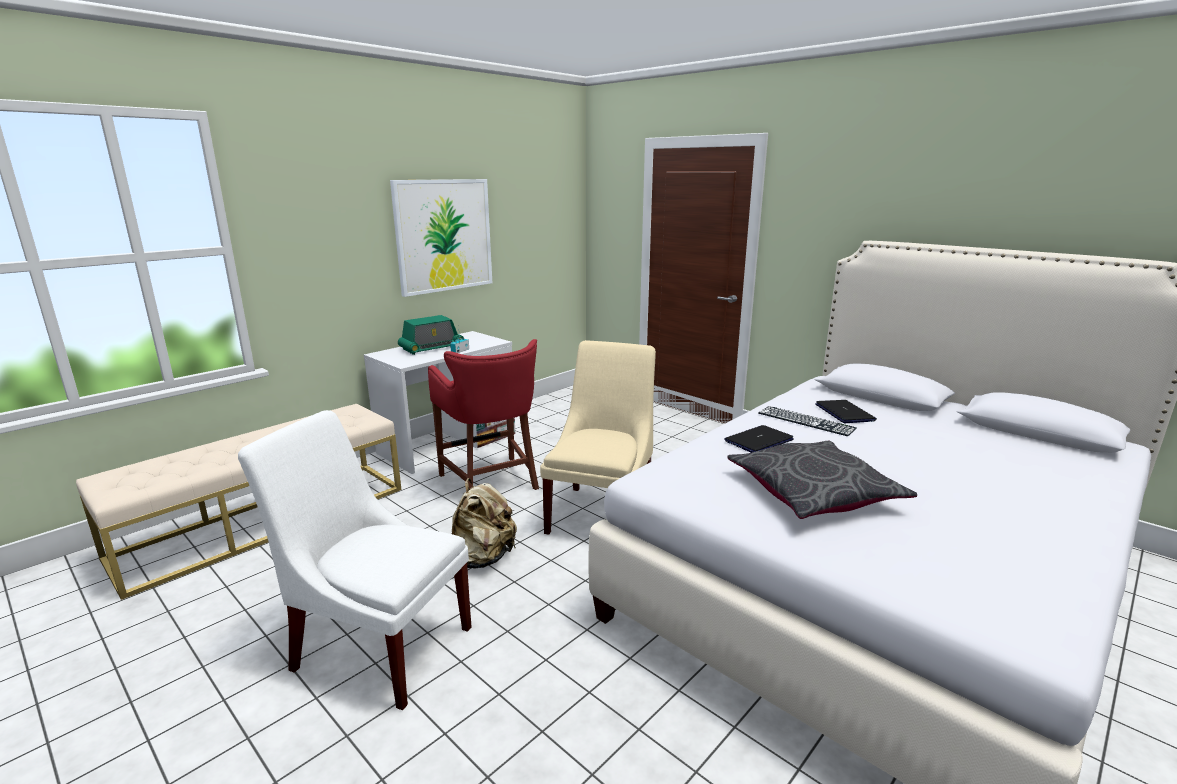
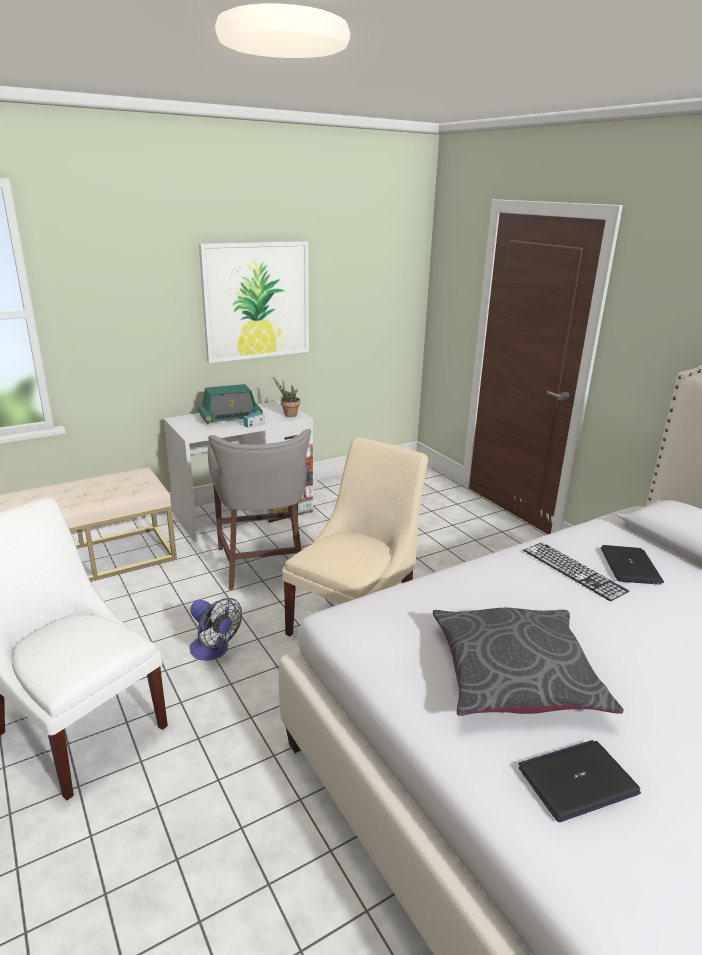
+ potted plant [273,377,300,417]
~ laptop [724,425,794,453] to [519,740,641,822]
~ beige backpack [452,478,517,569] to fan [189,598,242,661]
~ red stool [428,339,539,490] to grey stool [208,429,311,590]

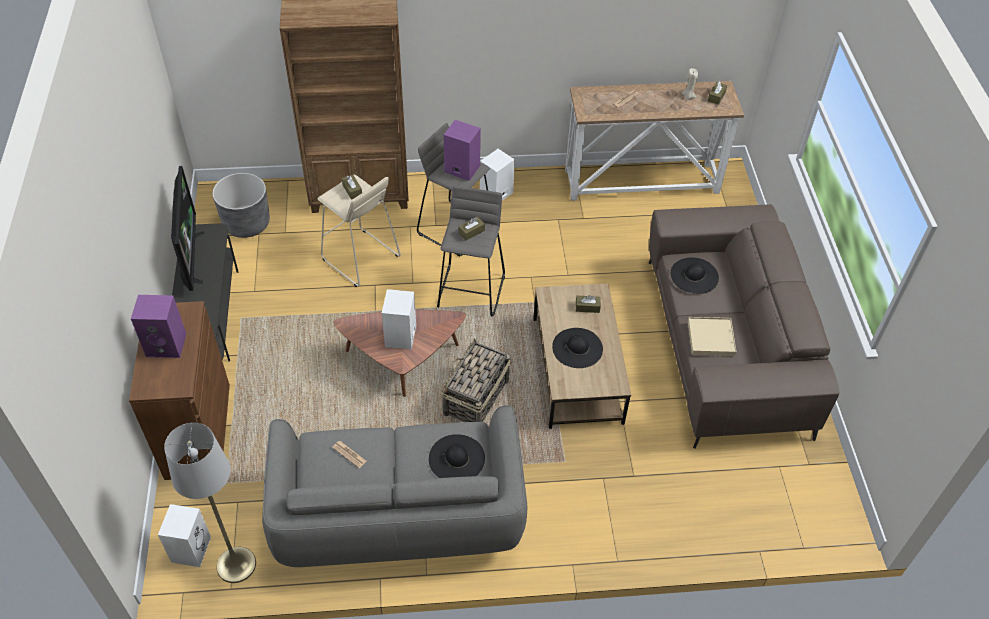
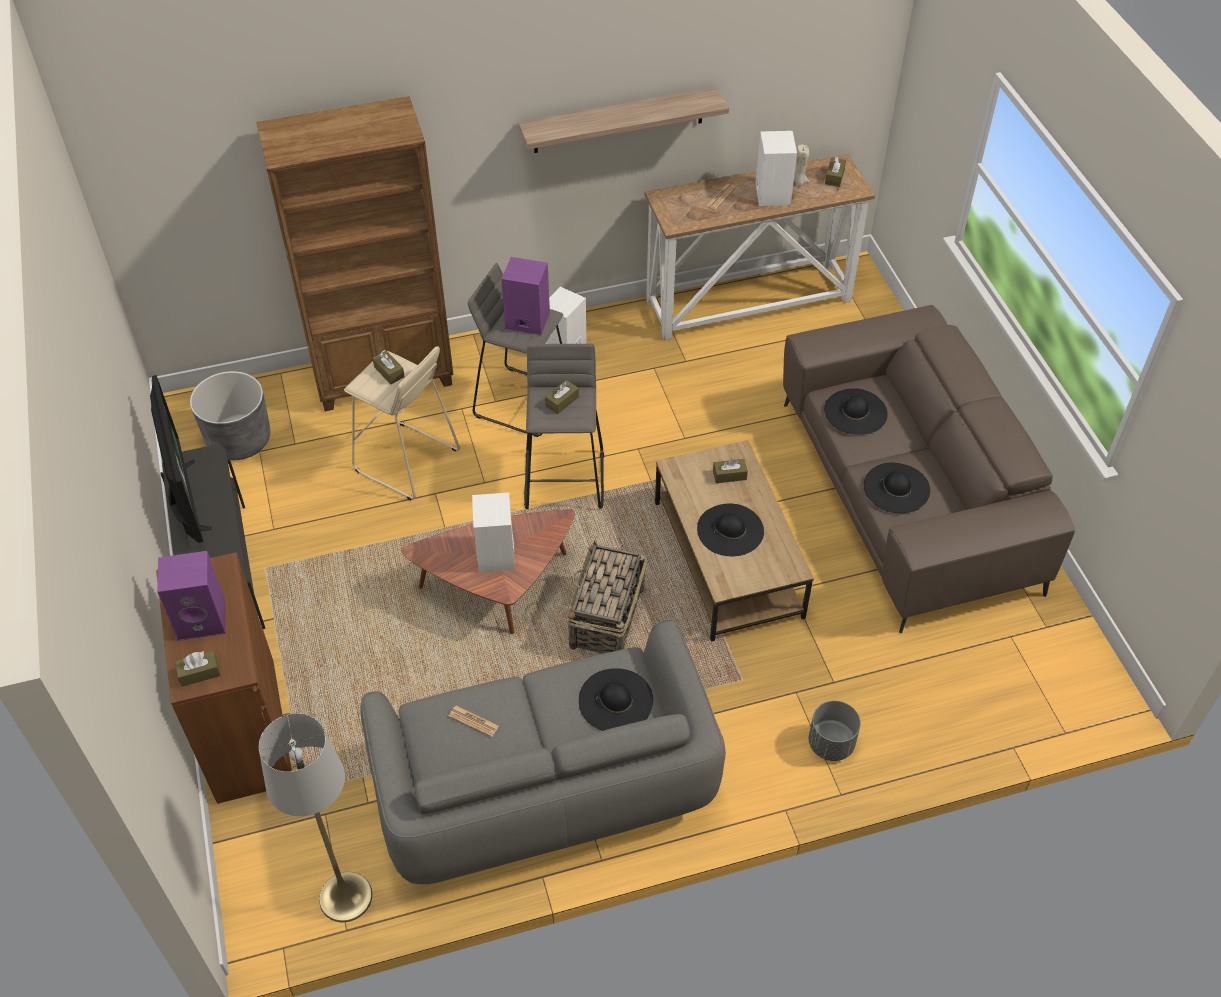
+ brown tissue box [175,651,221,687]
+ shelf [518,87,729,153]
+ grey planter [809,700,861,761]
~ white speaker [158,504,211,567] to [755,131,797,206]
~ beige tray [688,317,737,356] to black hat [864,463,930,513]

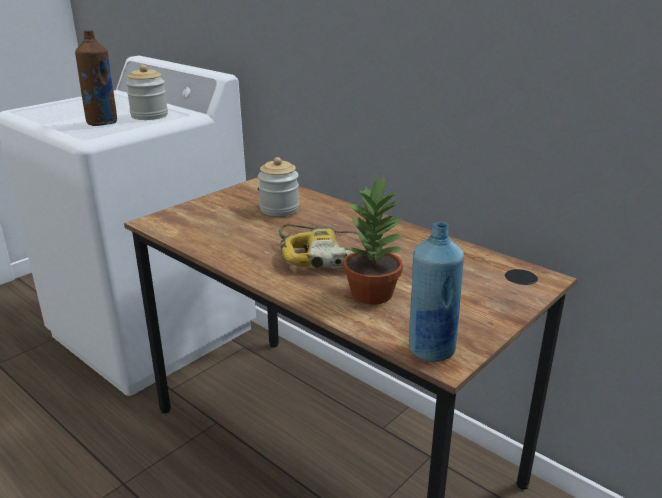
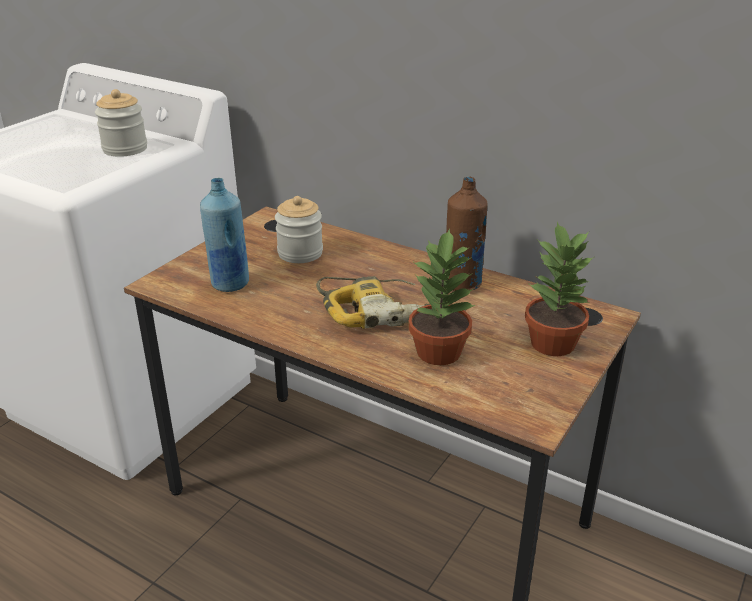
+ potted plant [525,222,594,356]
~ brown bottle [75,30,117,126] to [446,177,488,291]
~ blue bottle [409,222,464,362] to [200,178,249,292]

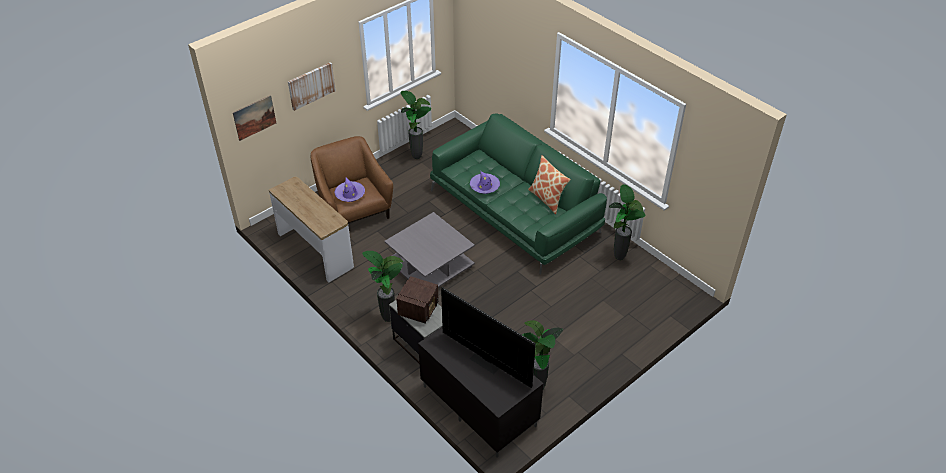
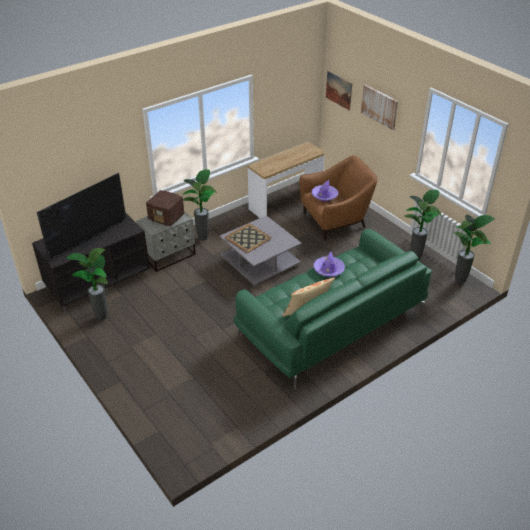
+ tray [225,224,271,253]
~ potted plant [609,184,645,260] to [454,215,494,284]

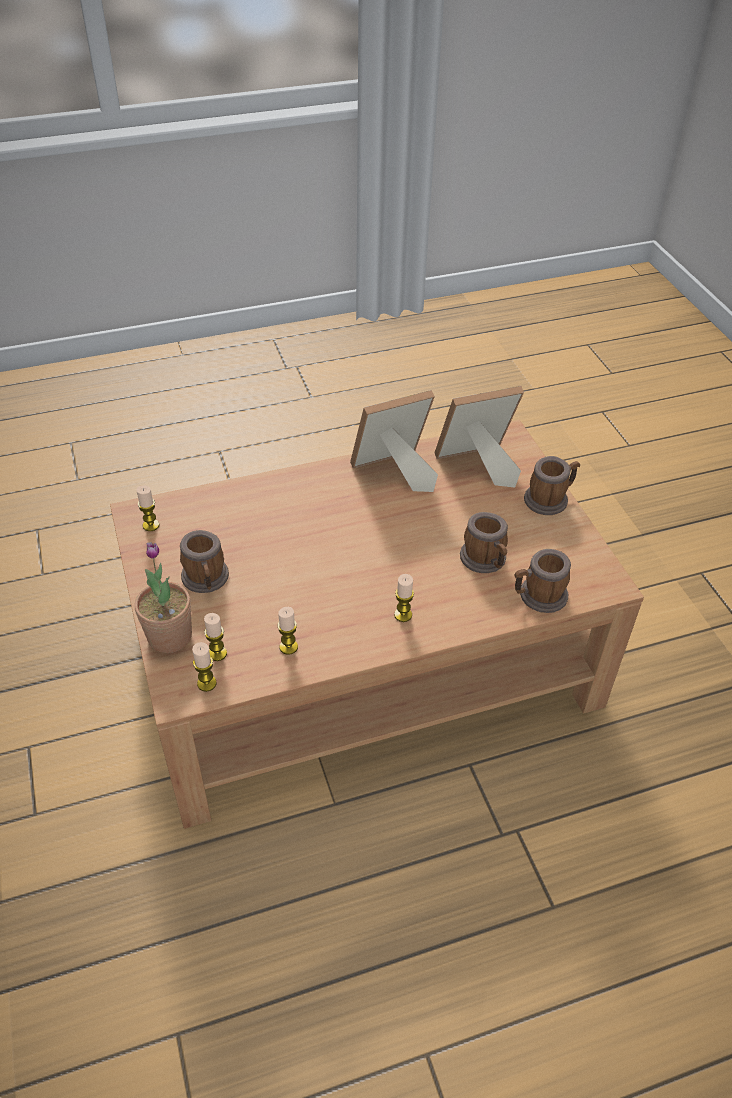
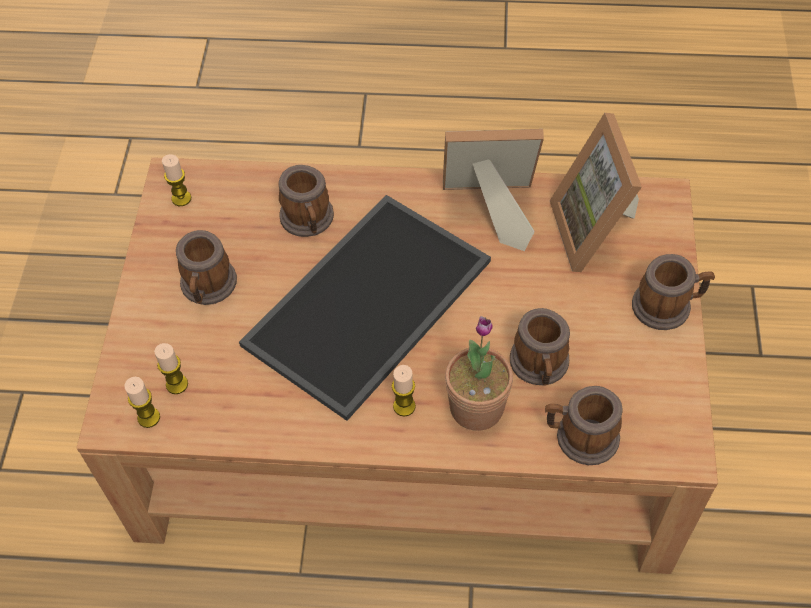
- candle [277,607,298,655]
+ tray [239,195,491,421]
+ mug [278,165,334,237]
~ potted plant [135,542,192,653] to [445,316,513,431]
~ picture frame [434,386,524,488] = [550,113,642,272] 105 degrees counterclockwise

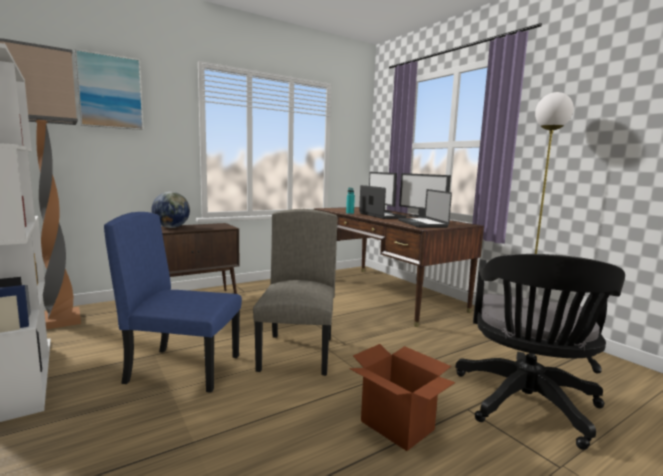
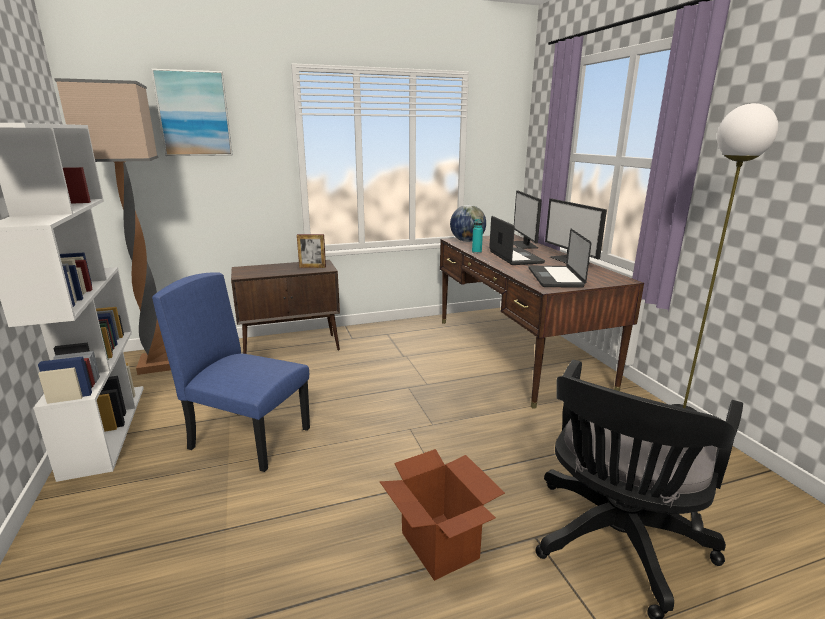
- beige chair [253,209,338,376]
+ picture frame [297,234,326,268]
~ globe [151,192,190,228] to [450,205,486,242]

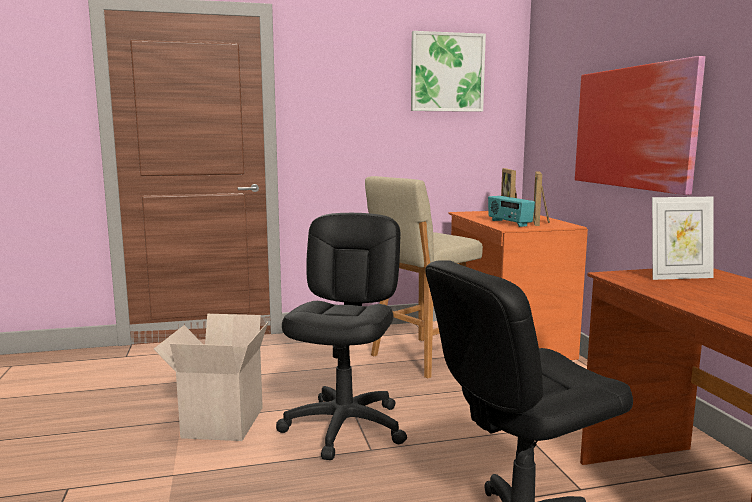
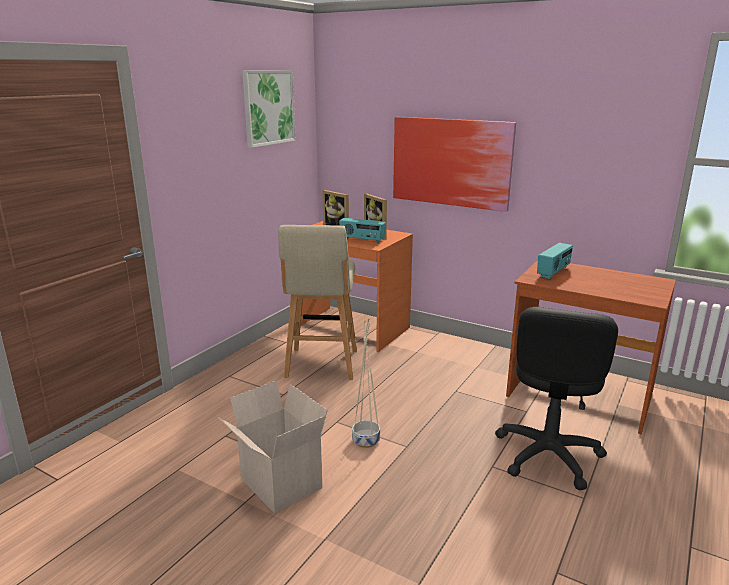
~ black office chair [276,213,407,460] to beige planter [352,318,380,448]
~ picture frame [652,197,714,280] to radio [537,243,573,279]

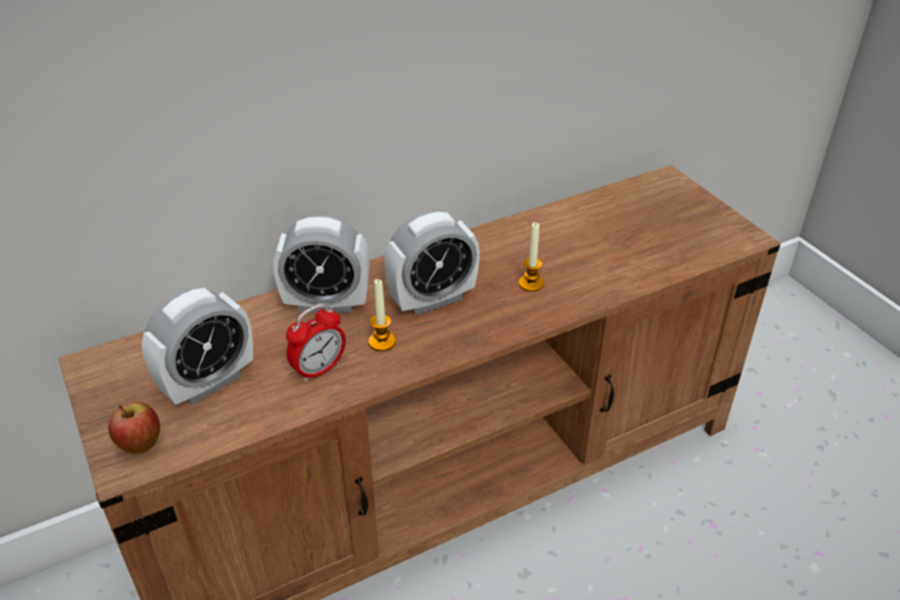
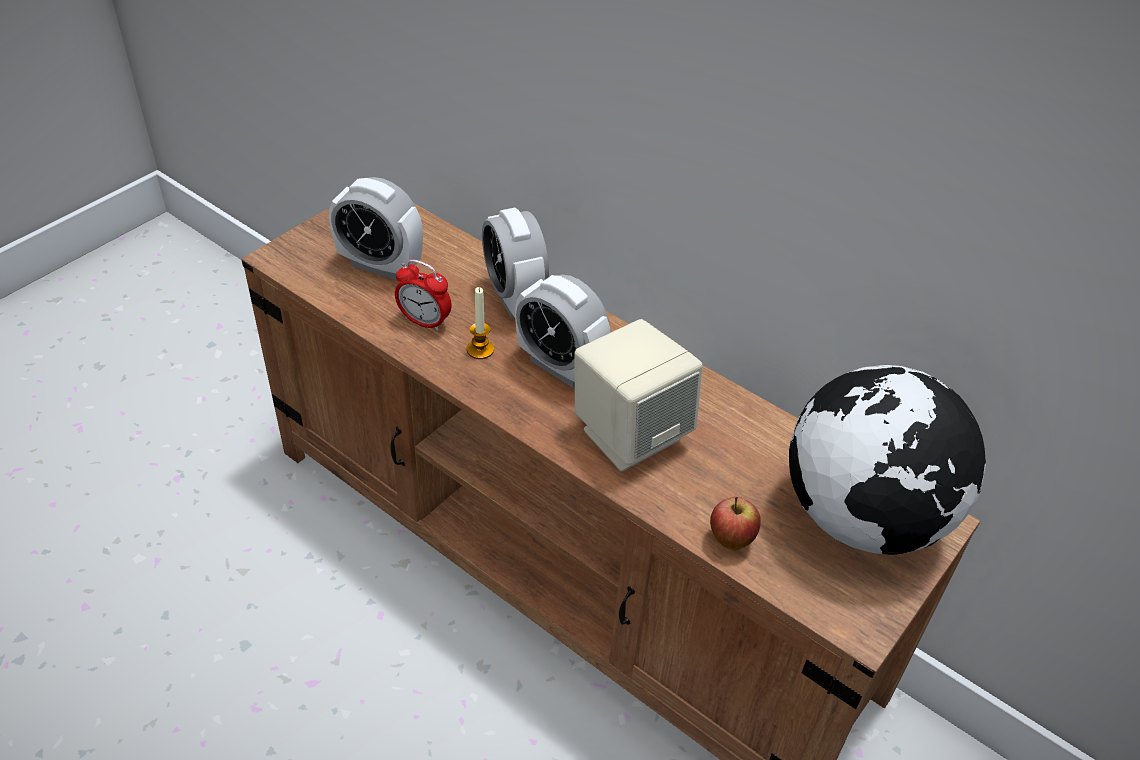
+ globe [789,365,986,555]
~ apple [108,402,160,454] to [710,497,761,550]
~ candle [519,222,544,292] to beige speaker [574,319,703,472]

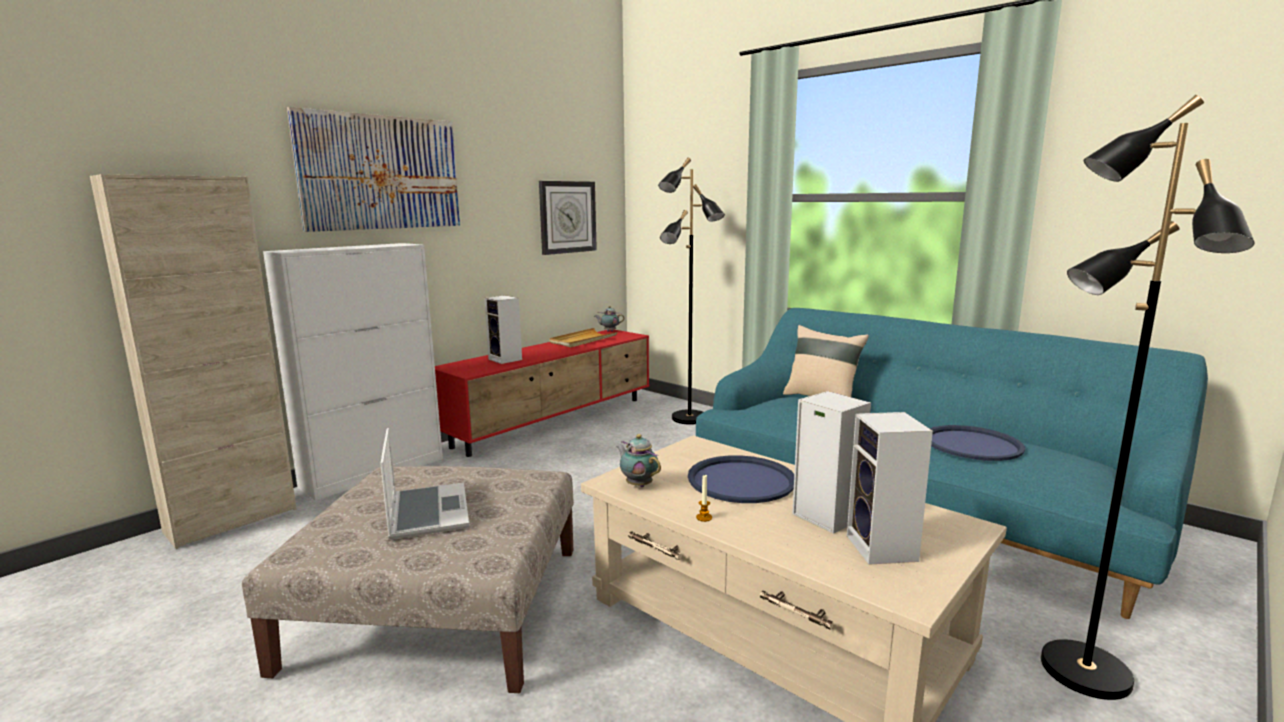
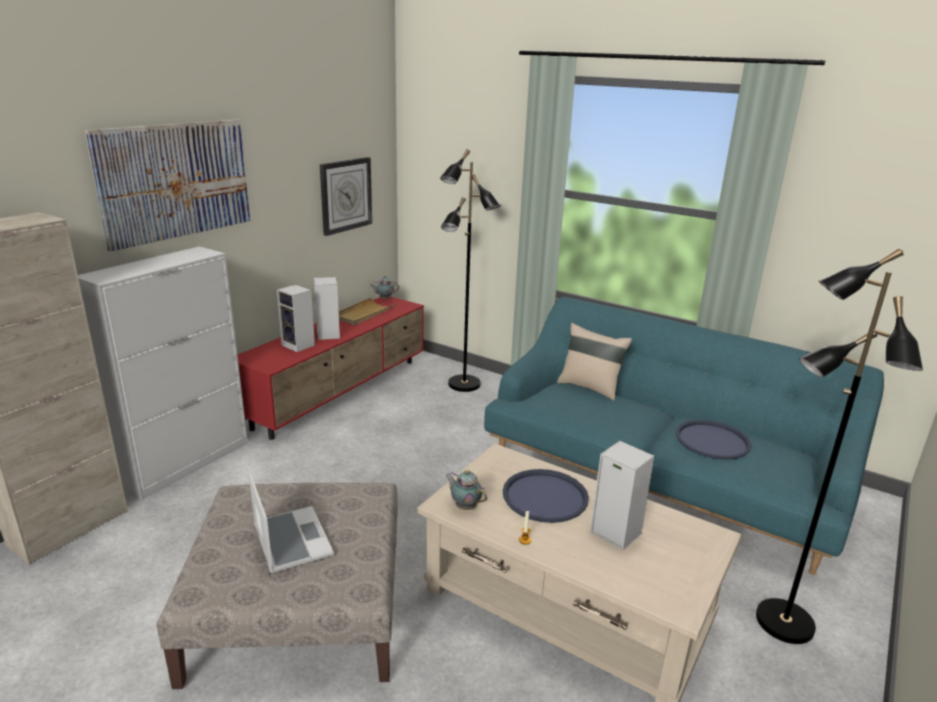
~ speaker [847,412,933,565] to [314,277,340,340]

